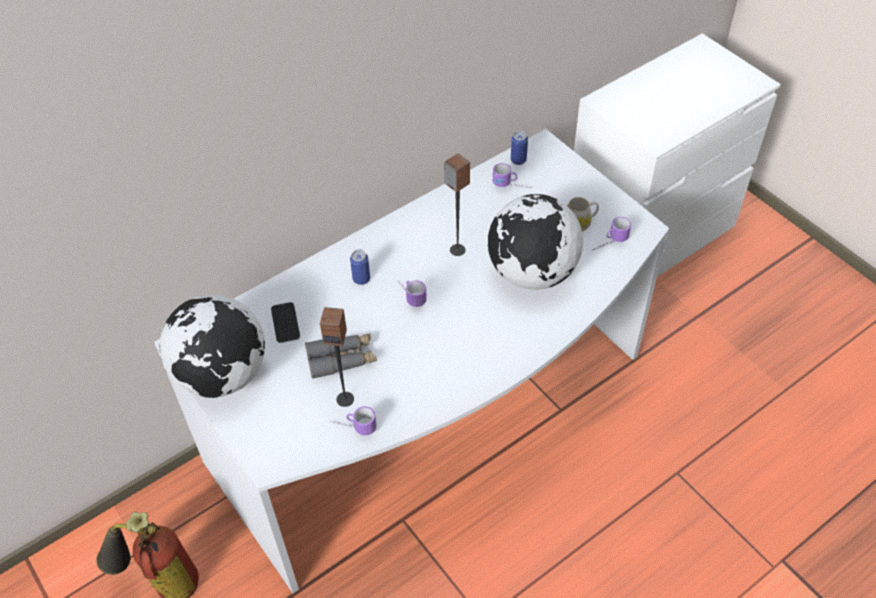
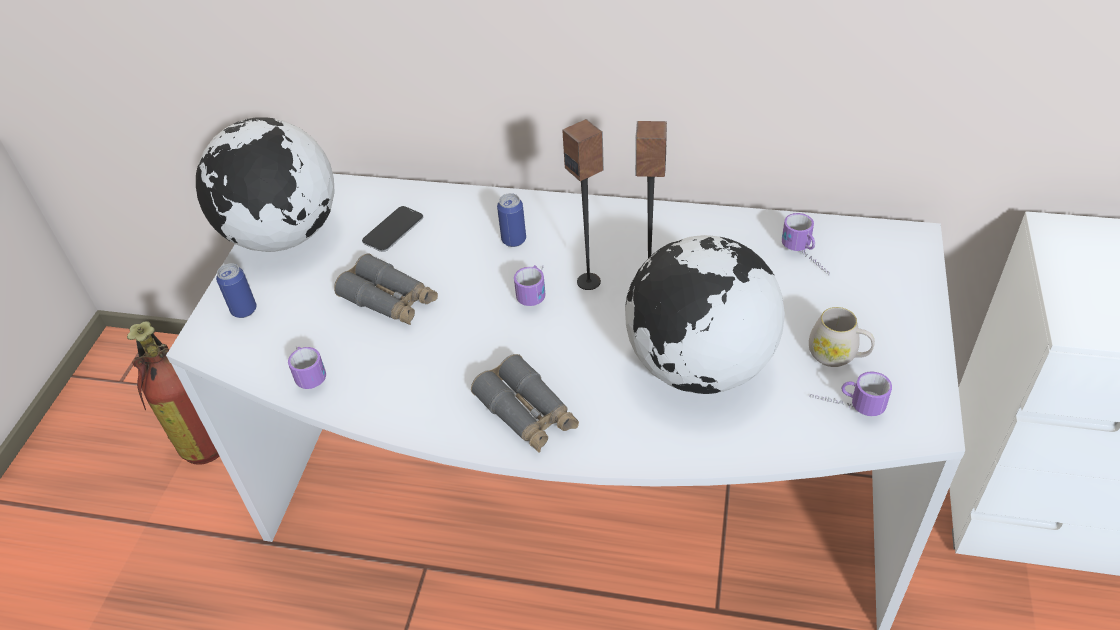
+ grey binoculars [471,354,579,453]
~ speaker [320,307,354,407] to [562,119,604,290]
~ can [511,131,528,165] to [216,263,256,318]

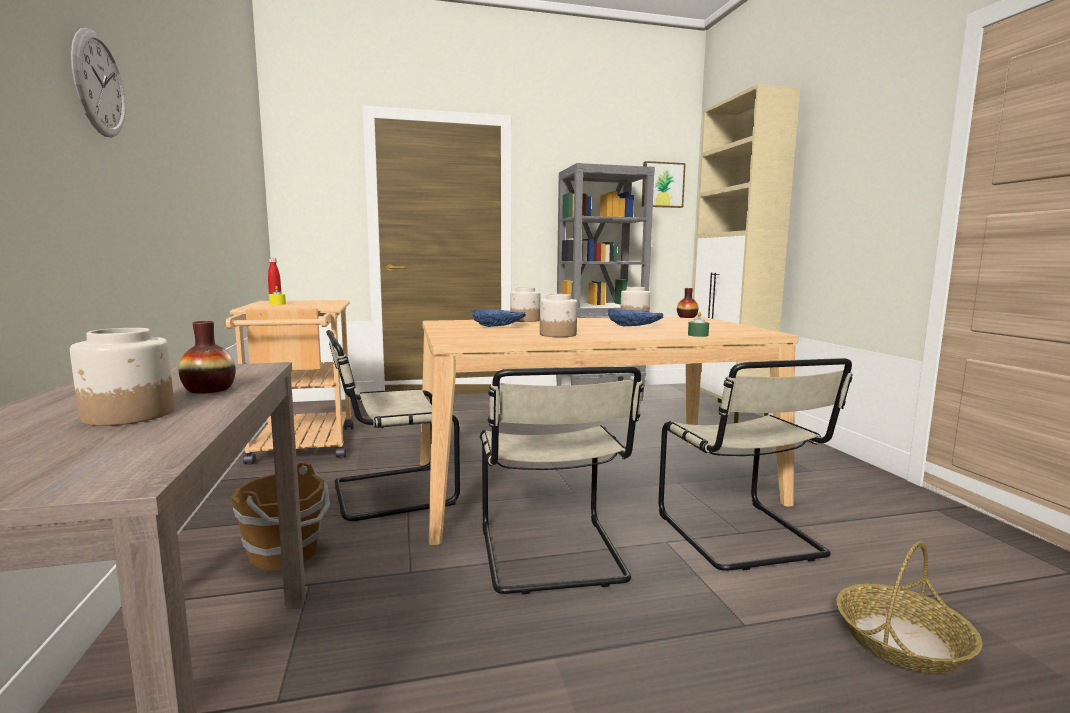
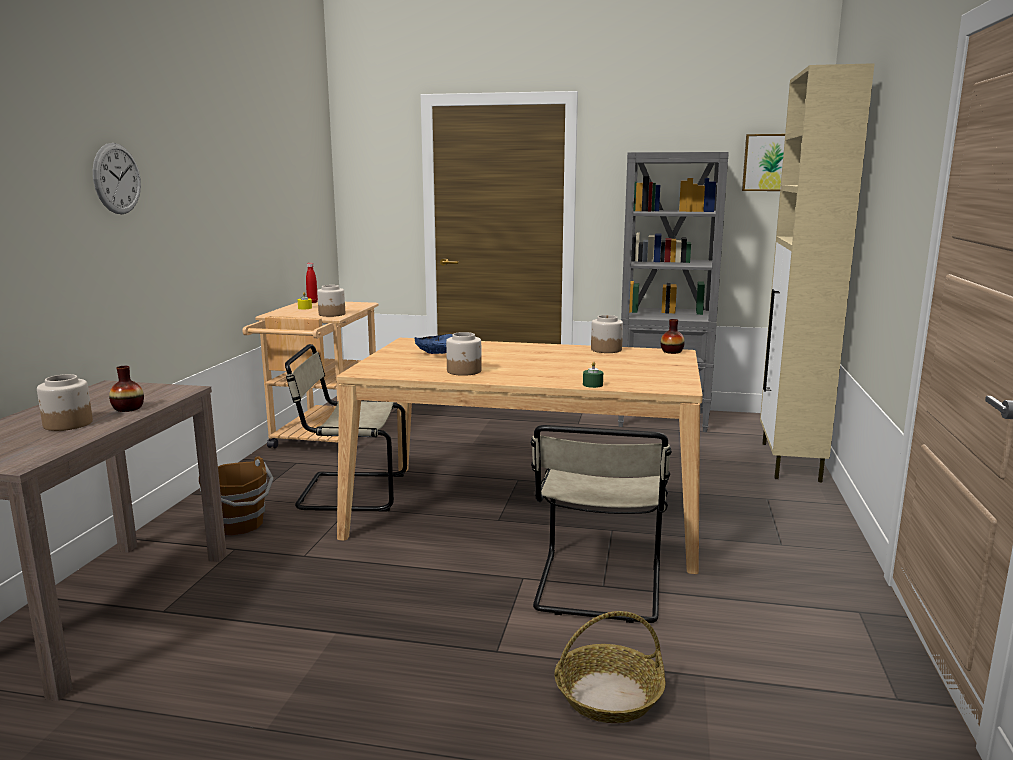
- beige chair [480,366,644,594]
- blue bowl [608,309,663,327]
~ jar [510,287,540,322] to [317,285,345,317]

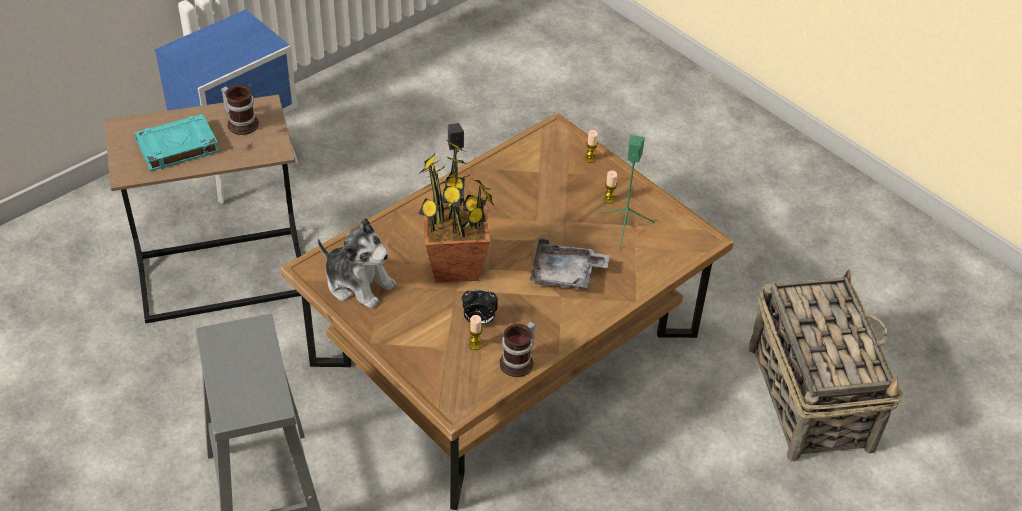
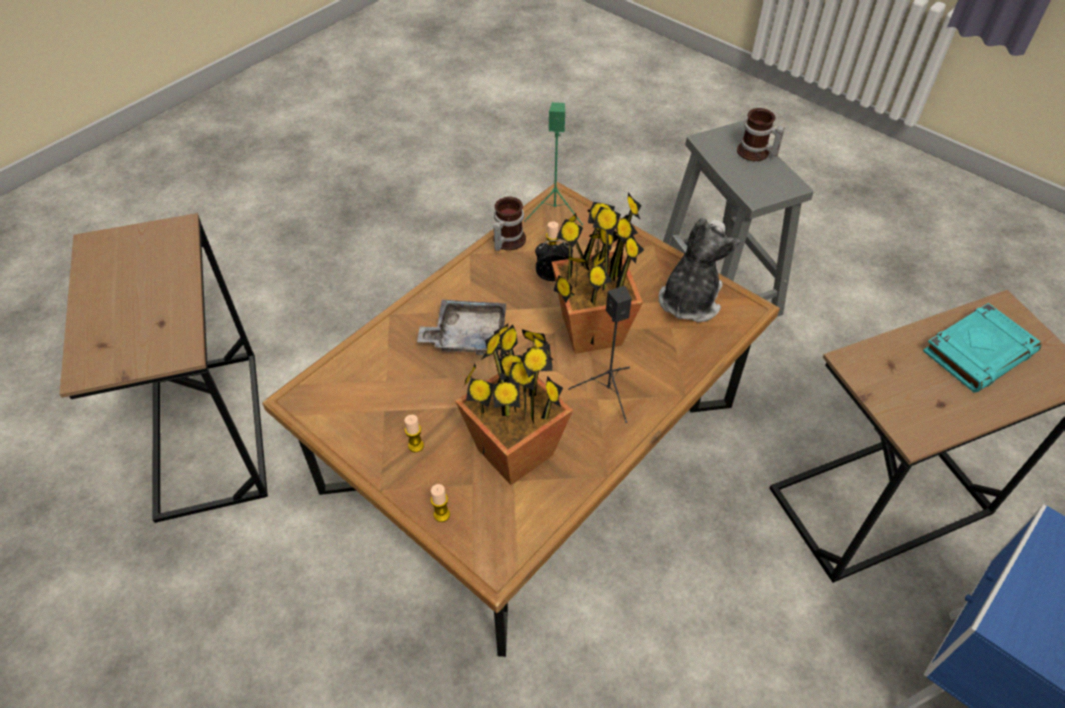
+ potted plant [455,323,573,485]
~ mug [221,85,259,135] to [737,108,785,161]
~ green speaker [600,135,655,251] to [524,102,583,225]
~ basket [749,269,903,462] to brown side table [59,213,268,523]
~ plush toy [318,218,396,309] = [659,217,740,322] 90 degrees clockwise

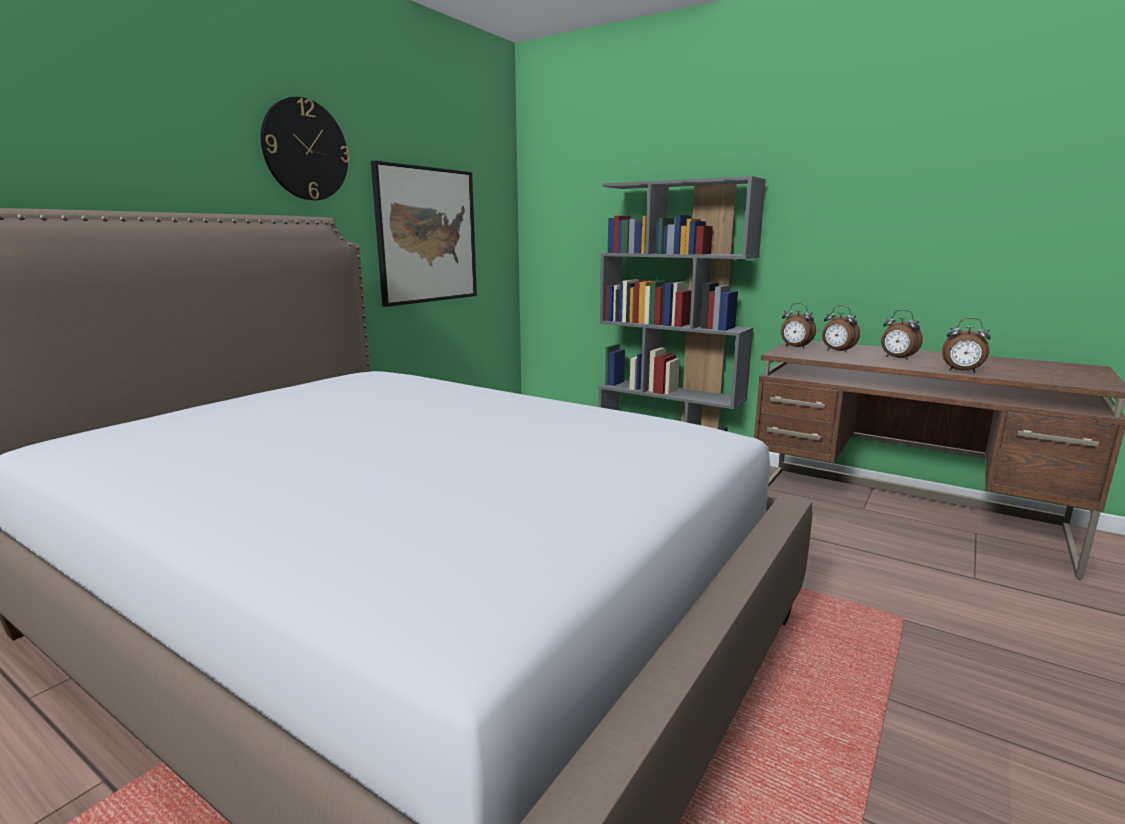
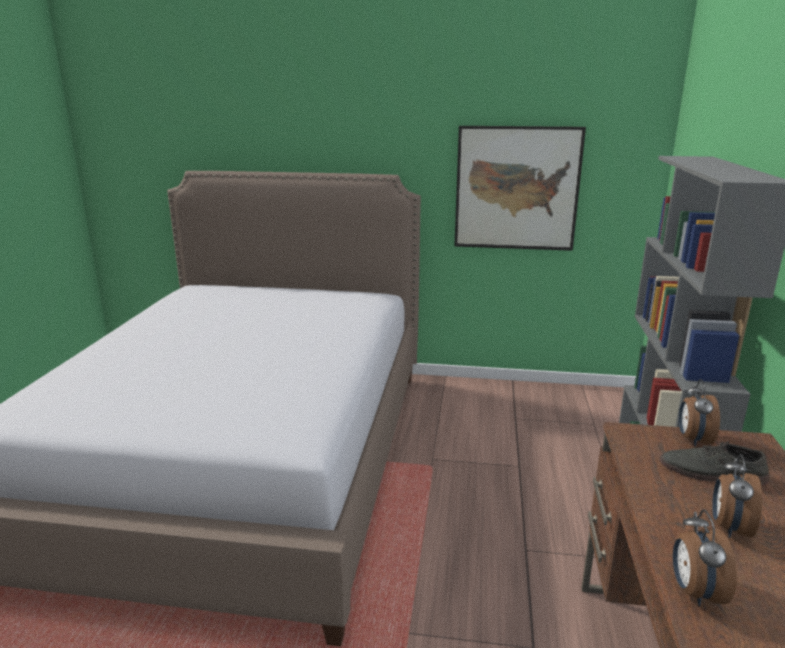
- wall clock [261,97,350,200]
~ alarm clock [822,305,860,353] to grey shoe [660,440,769,486]

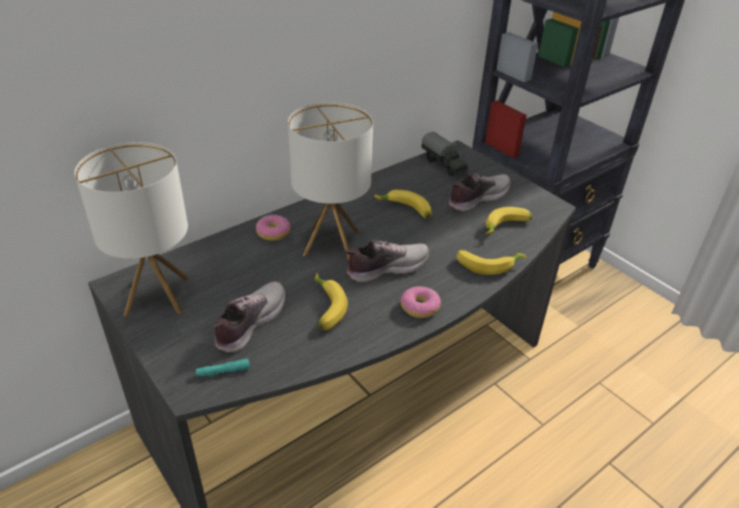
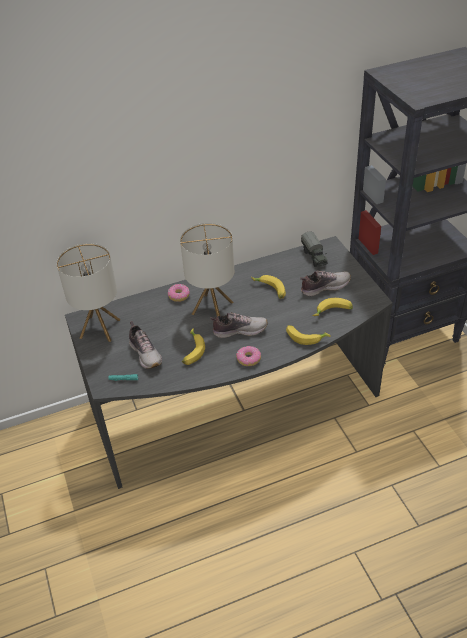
~ shoe [213,281,285,352] = [129,321,162,369] 105 degrees clockwise

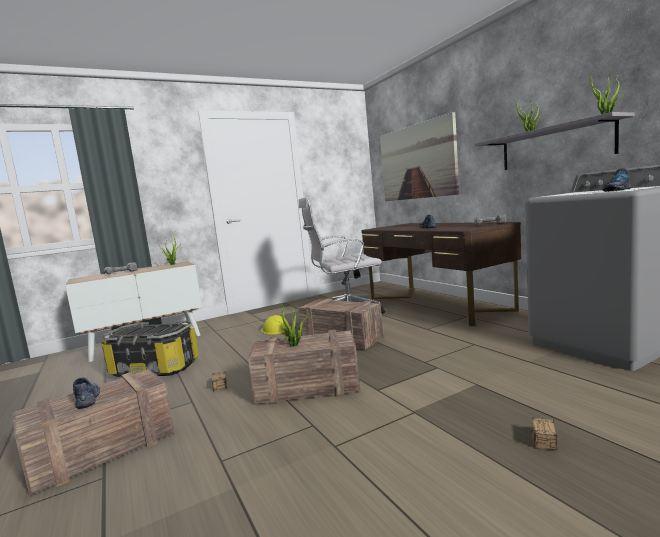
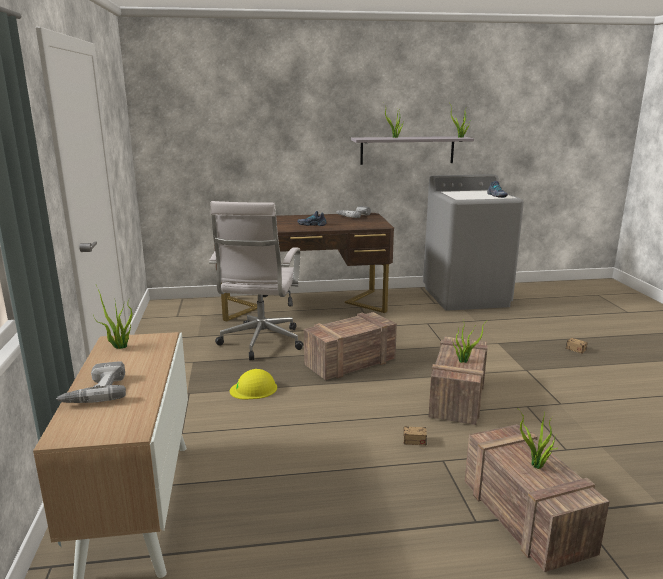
- storage box [101,320,199,377]
- picture [380,112,459,201]
~ shoe [73,377,100,409] to potted plant [520,410,559,469]

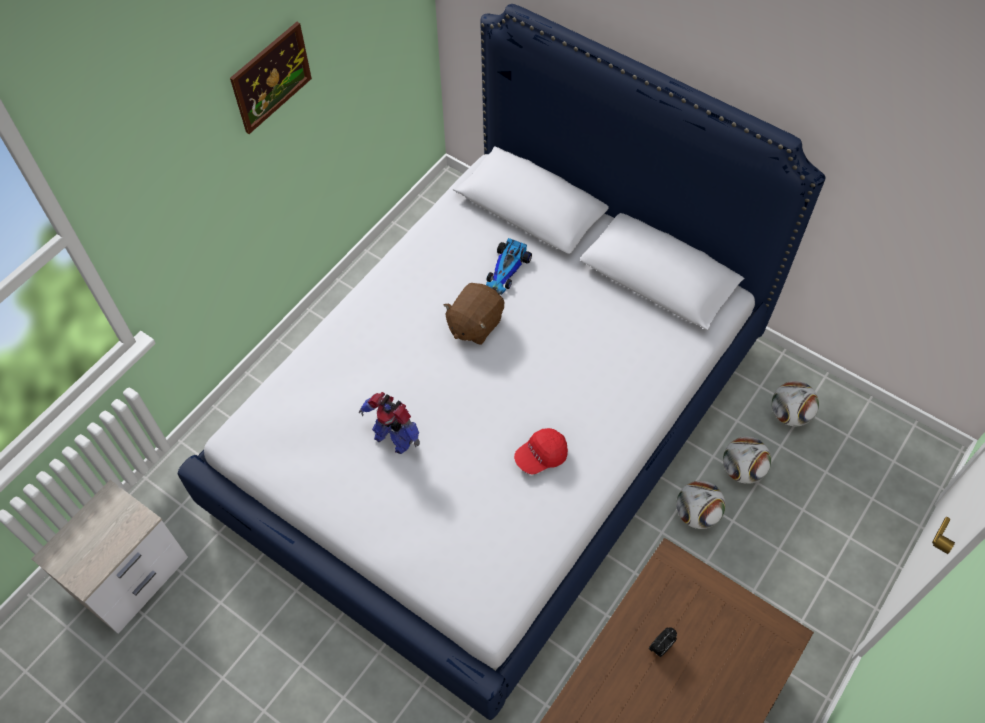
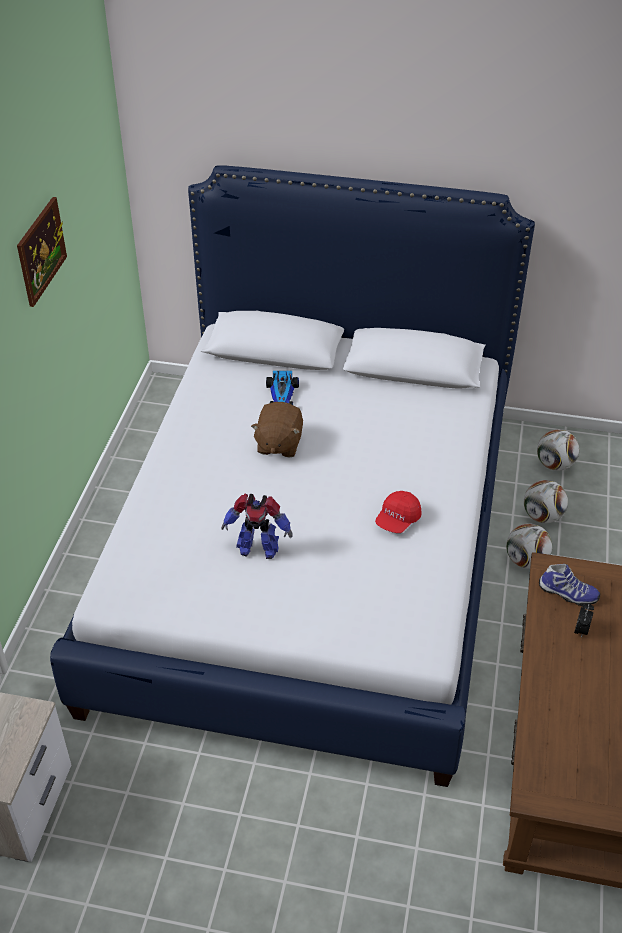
+ shoe [539,564,600,606]

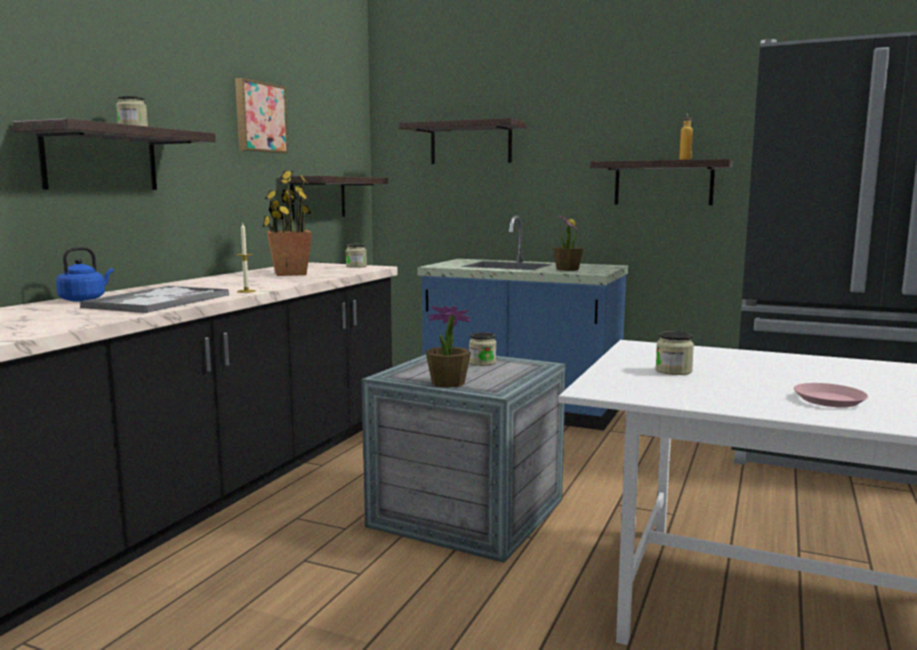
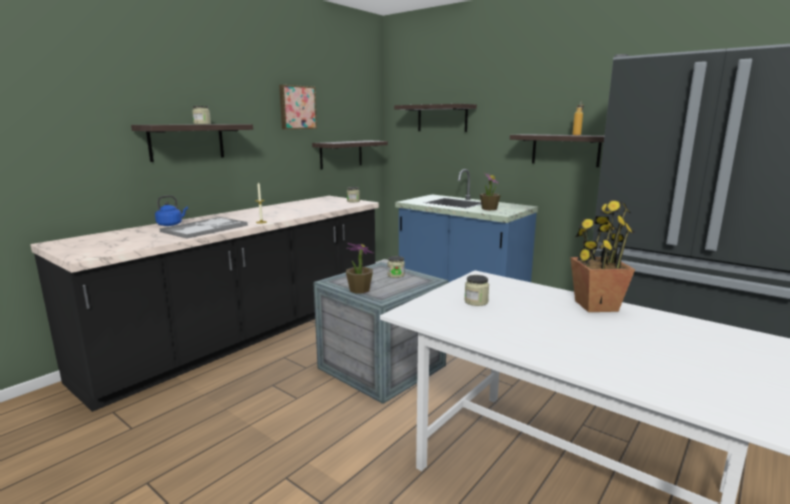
- pink plate [794,383,868,407]
~ potted plant [262,171,312,276] to [570,200,635,312]

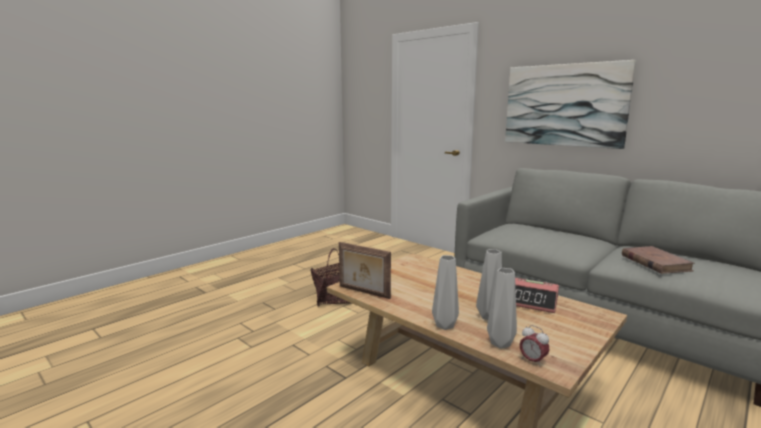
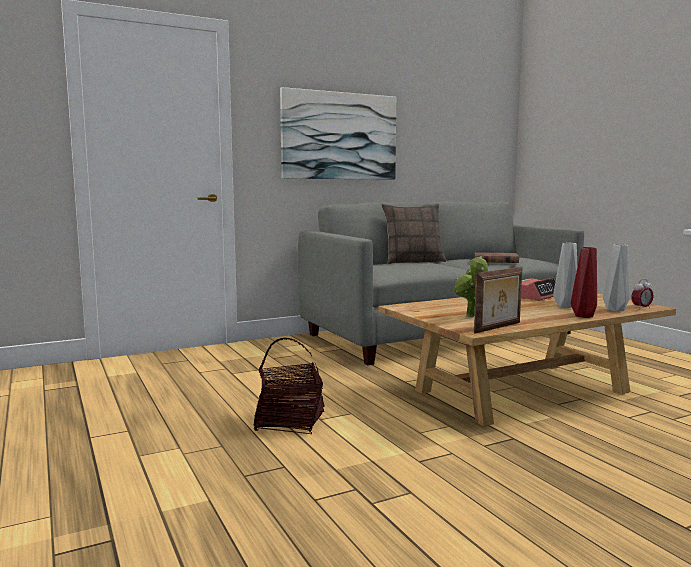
+ pillow [381,203,446,264]
+ potted plant [454,256,488,317]
~ grey vase [432,255,459,330] to red vase [571,247,597,318]

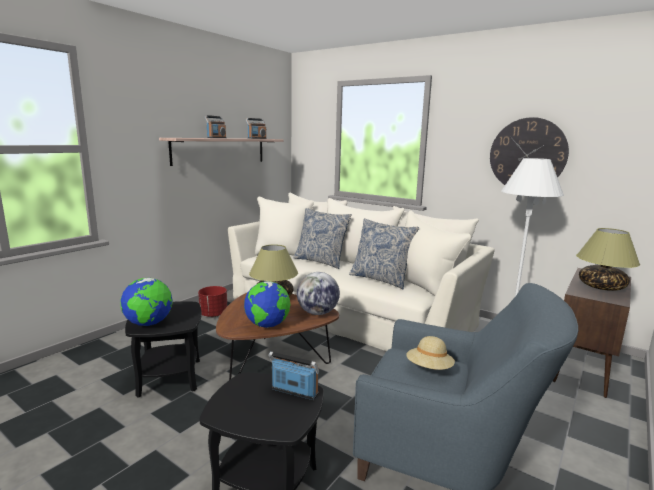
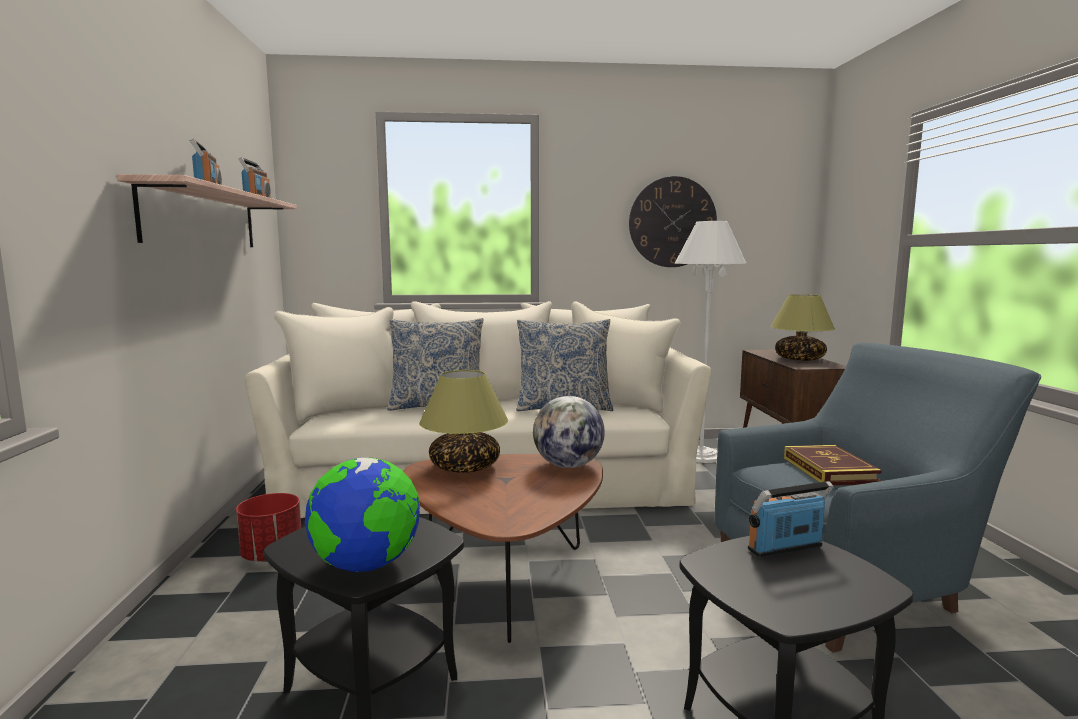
- globe [244,281,290,328]
~ beige hat [406,336,455,370] to book [784,445,882,486]

